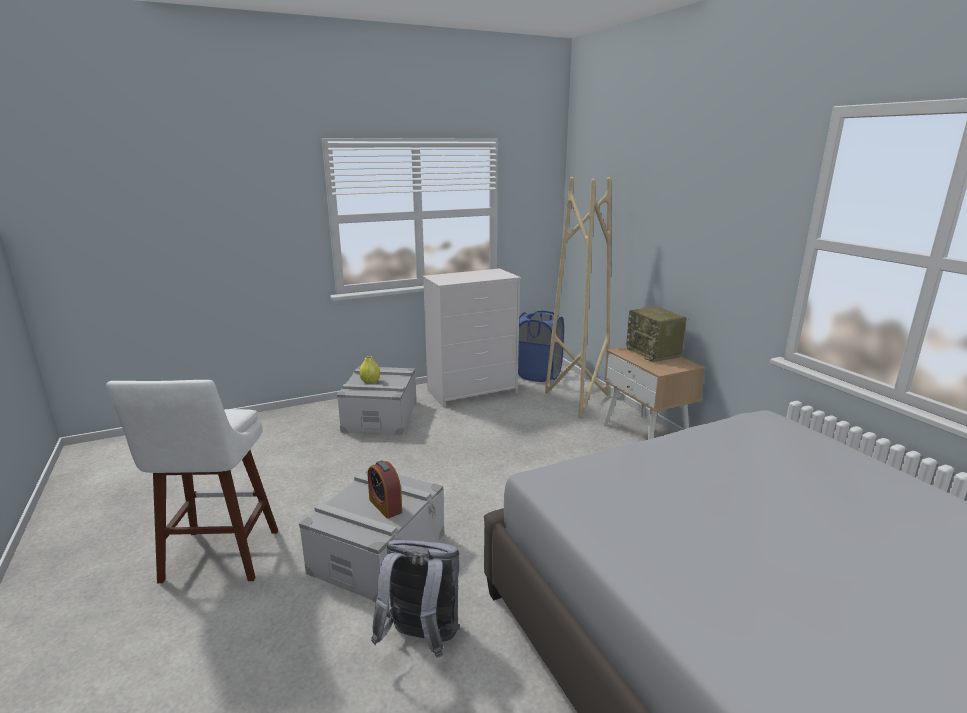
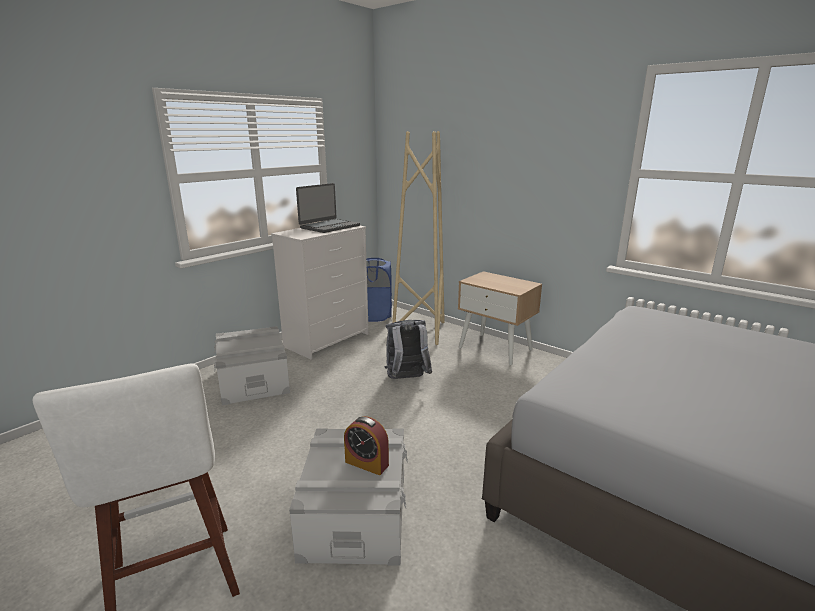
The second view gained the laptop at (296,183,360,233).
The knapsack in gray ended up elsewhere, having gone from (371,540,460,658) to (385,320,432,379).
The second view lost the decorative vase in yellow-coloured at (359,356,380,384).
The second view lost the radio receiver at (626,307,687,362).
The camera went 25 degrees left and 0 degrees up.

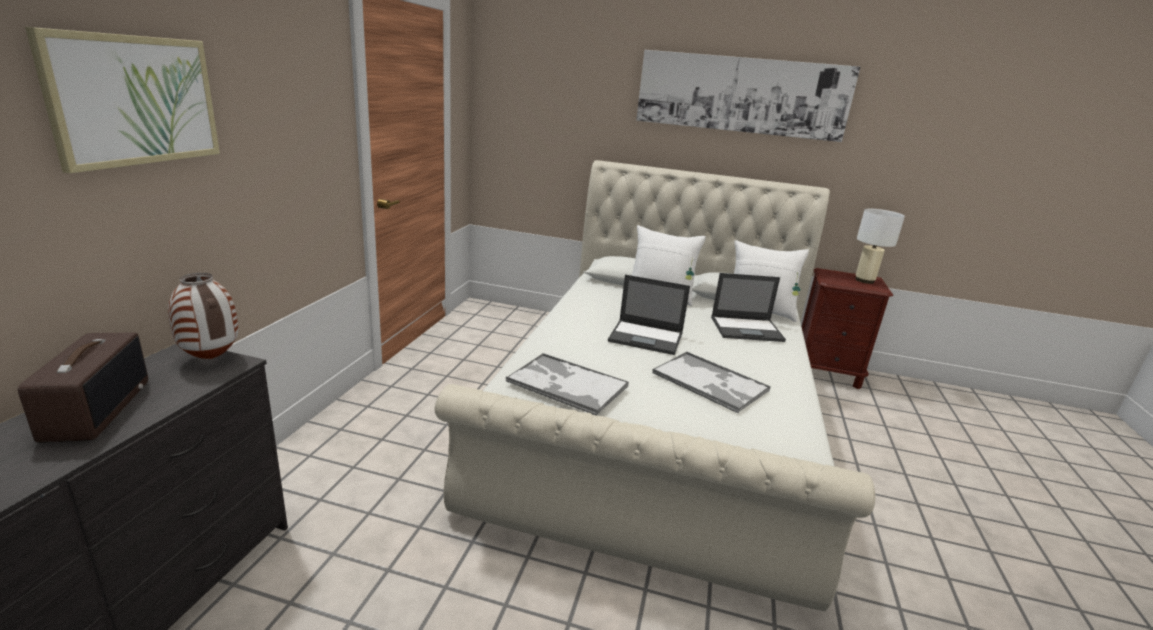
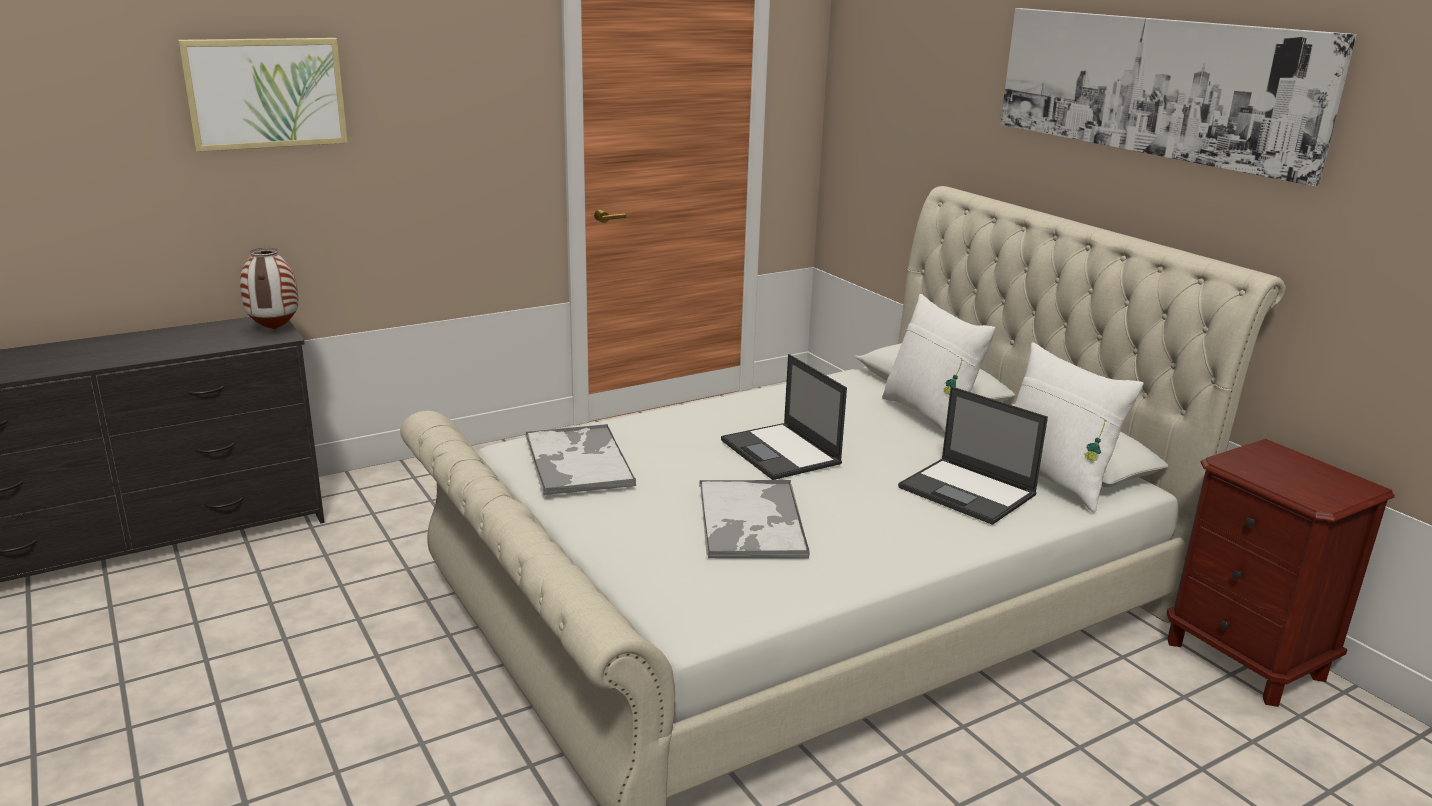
The second view lost the radio receiver at (18,333,148,443).
The second view lost the lamp for a table in white-coloured at (855,209,905,284).
The camera went 45 degrees right and 0 degrees up.

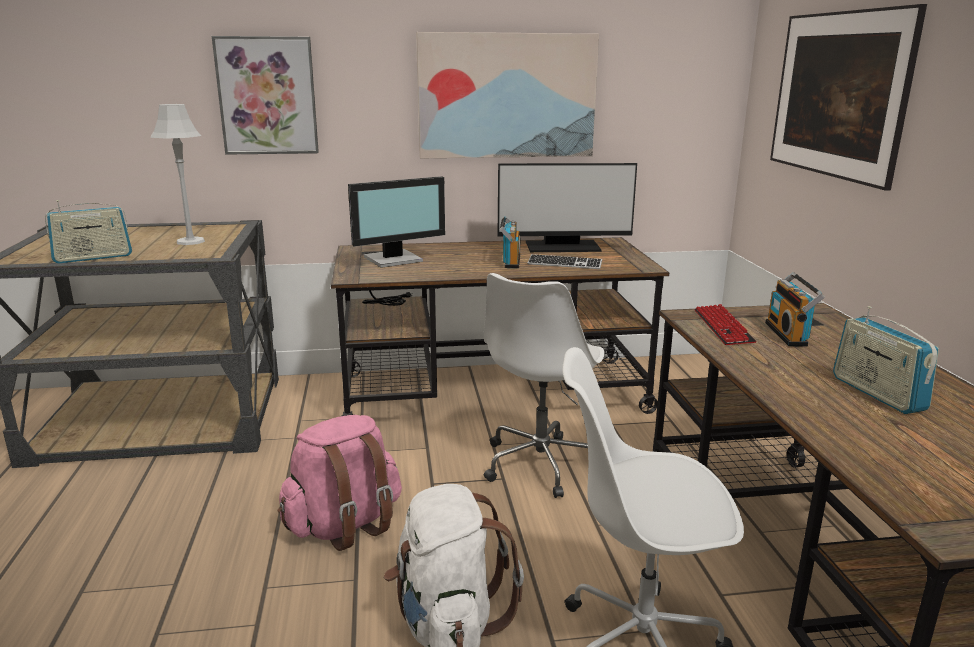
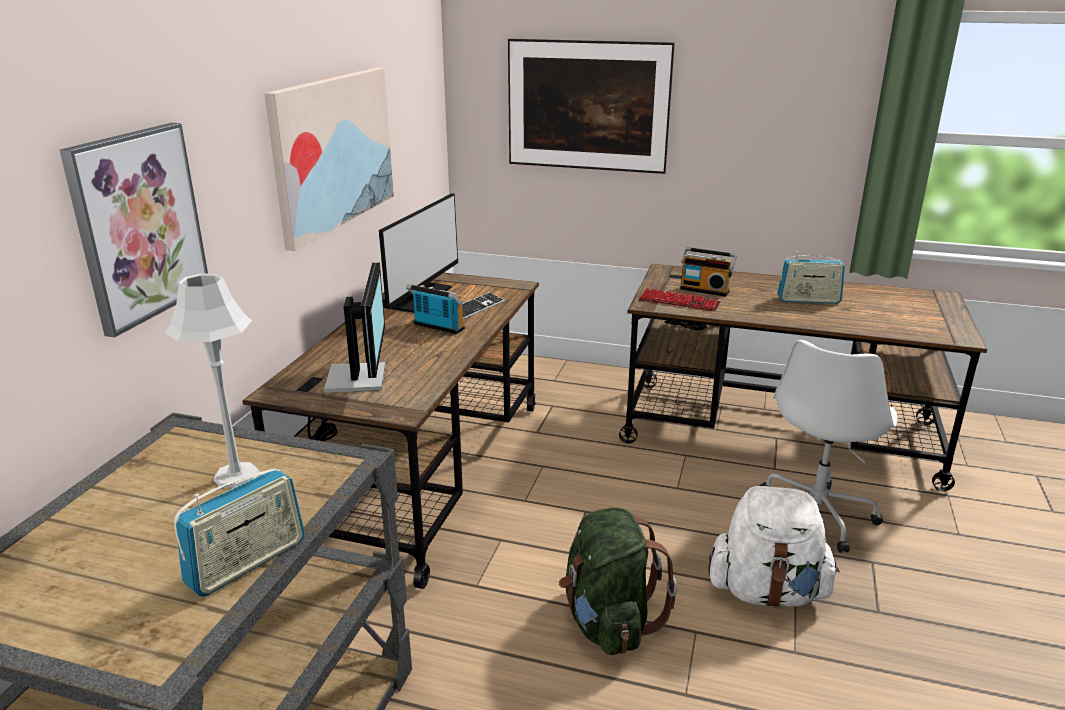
The radio receiver at (45,200,132,263) ended up facing another way, 45 degrees clockwise from before.
What was the knapsack in pink-coloured at (278,415,402,551) turned into the knapsack in green-coloured at (559,508,677,655).
The second view lost the desk chair in white-coloured at (484,273,605,498).
The camera went 65 degrees left and 5 degrees up.

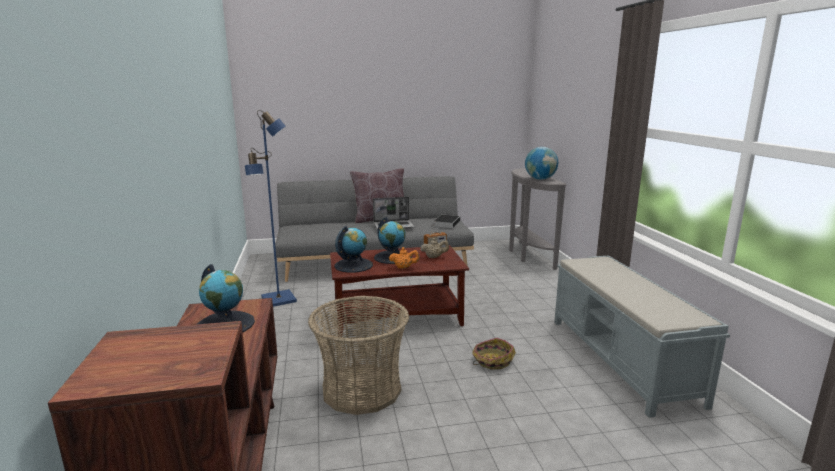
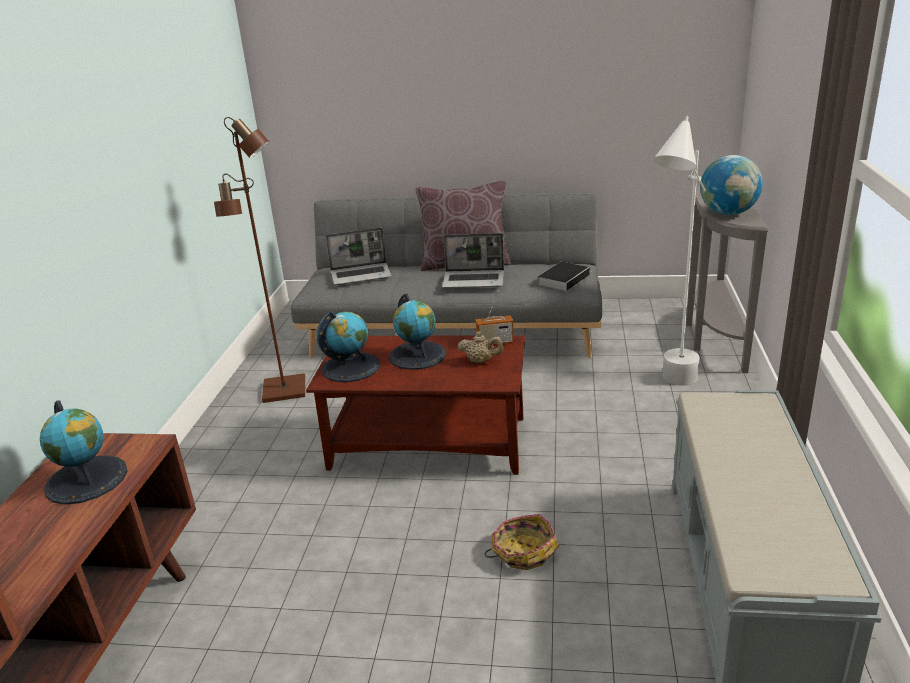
What was the standing lamp in blue at (245,110,297,307) turned into the standing lamp in brown at (214,117,305,403).
The second view gained the laptop at (326,227,392,285).
The second view gained the standing lamp in white-coloured at (654,116,706,386).
The second view lost the household basket at (308,296,409,415).
The second view lost the pot for tea in orange-coloured at (389,247,420,269).
The camera went 20 degrees right and 10 degrees up.

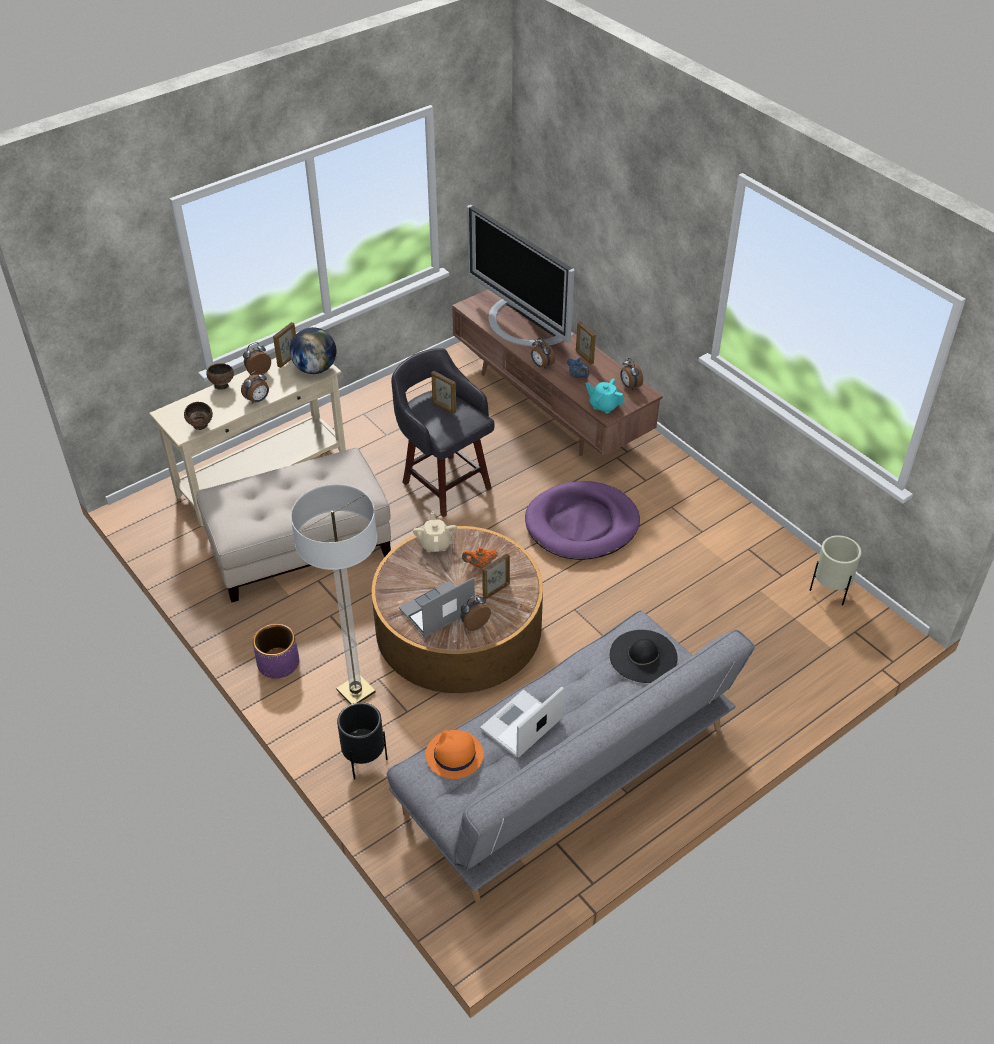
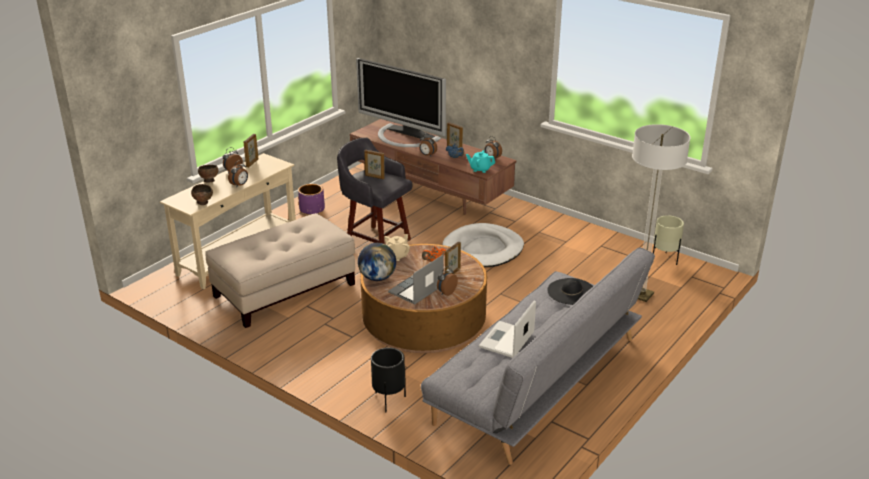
The planter in purple ended up elsewhere, having gone from (253,624,299,679) to (298,184,325,214).
The world globe ended up elsewhere, having gone from (290,327,336,374) to (358,243,396,281).
The pot for tea in beige-coloured at (413,511,457,552) ended up facing another way, 60 degrees clockwise from before.
What was the dog cushion in purple at (525,481,640,560) turned into the dog cushion in white-coloured at (443,223,524,267).
The standing lamp ended up elsewhere, having gone from (290,484,377,704) to (632,124,691,302).
The second view lost the hat in orange-coloured at (426,730,484,779).
The camera went 15 degrees left and 15 degrees down.

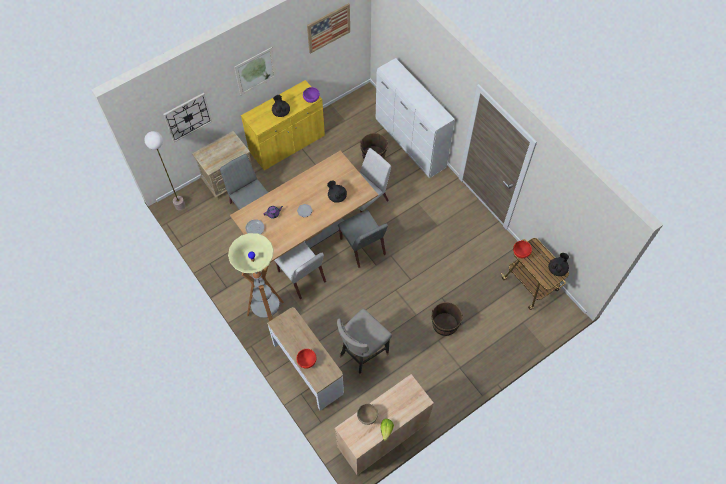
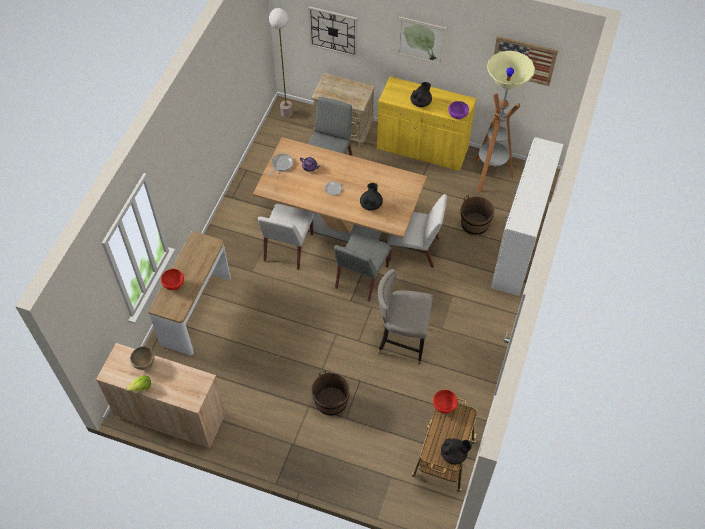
The stool in gray ended up elsewhere, having gone from (337,308,392,376) to (378,269,433,365).
The standing lamp ended up elsewhere, having gone from (228,233,284,321) to (476,51,535,192).
The camera went 55 degrees right and 5 degrees down.

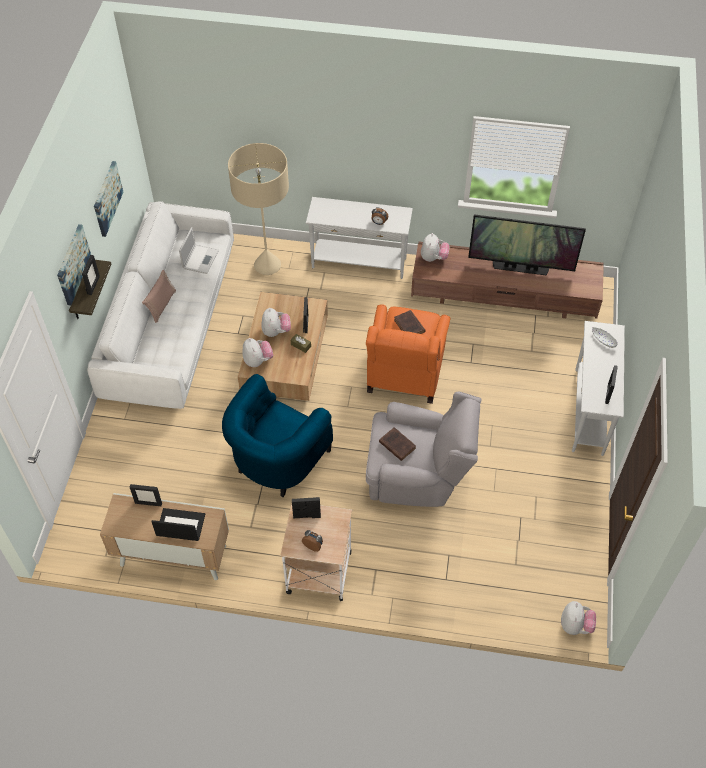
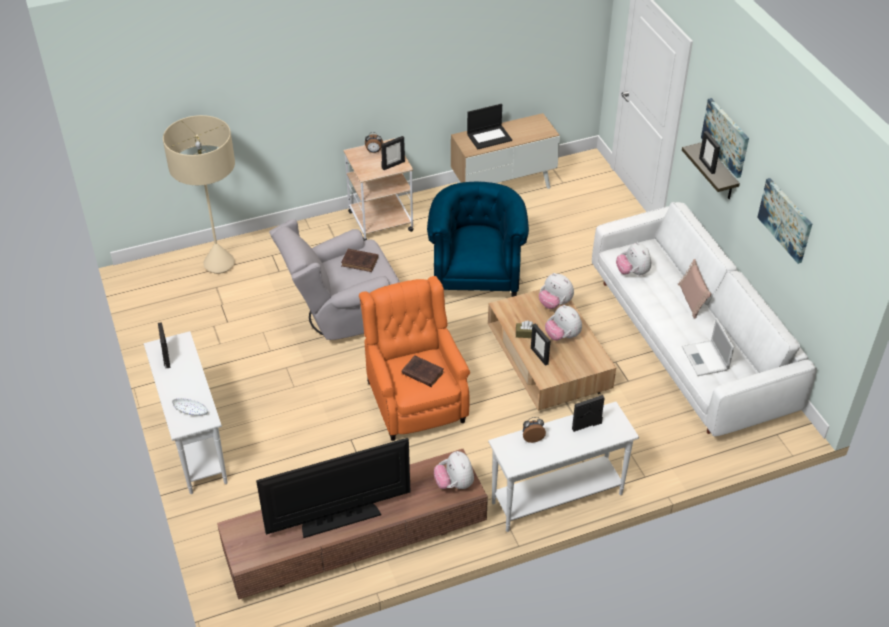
The standing lamp in beige-coloured ended up elsewhere, having gone from (228,143,289,275) to (163,115,235,274).
The picture frame ended up elsewhere, having gone from (130,484,162,506) to (572,395,605,432).
The soft toy ended up elsewhere, having gone from (561,601,596,635) to (616,242,651,276).
The camera went 150 degrees right and 10 degrees down.

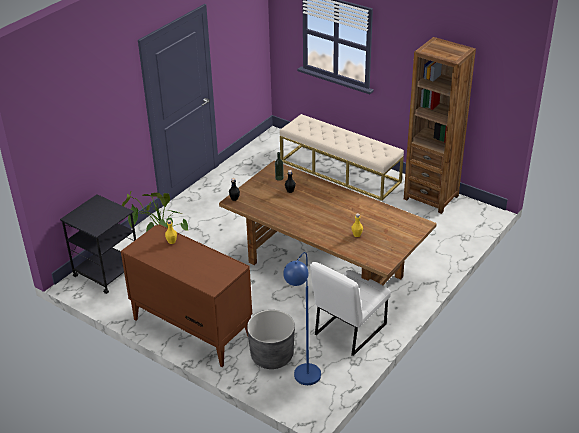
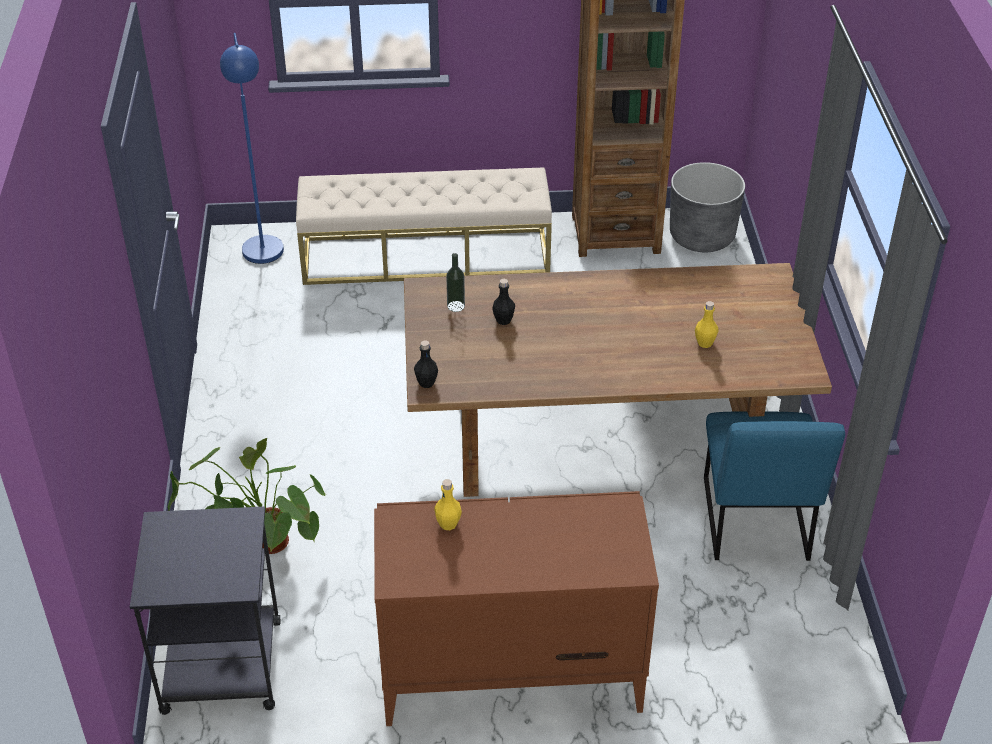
The standing lamp in blue ended up elsewhere, having gone from (283,252,321,385) to (220,33,284,264).
The planter in gray ended up elsewhere, having gone from (247,310,295,369) to (670,162,745,252).
What was the chair in white-coloured at (310,262,391,356) turned into the chair in blue at (704,411,845,561).
The camera went 40 degrees left and 5 degrees up.

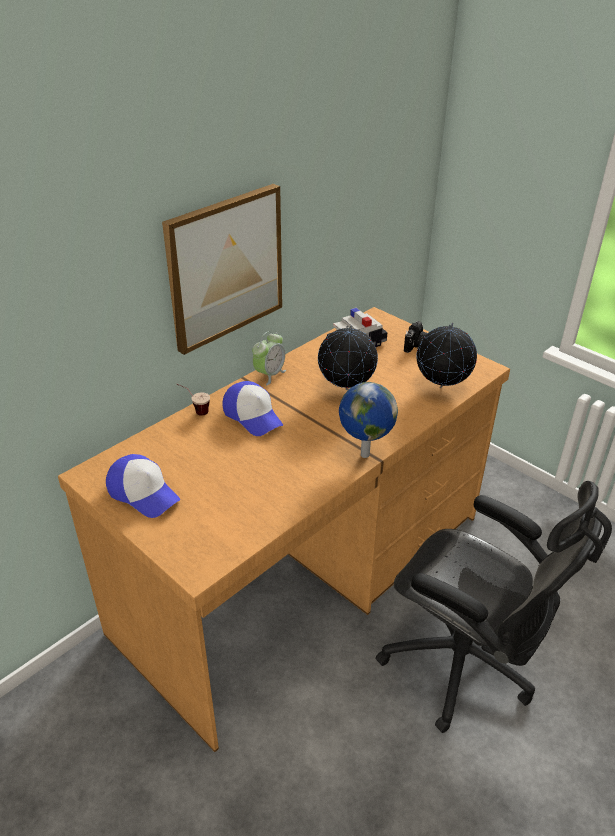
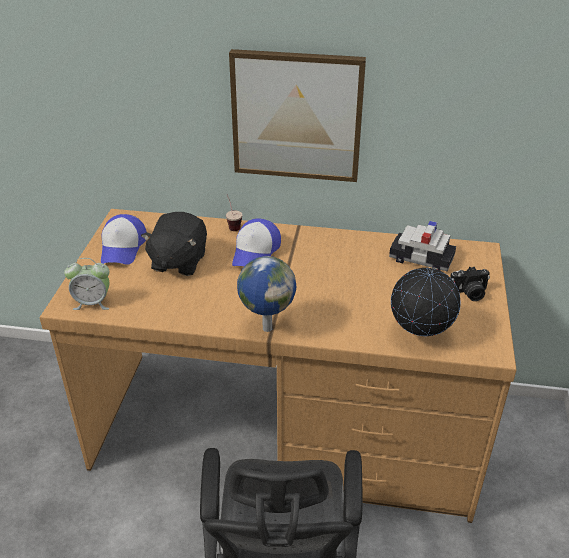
The bedside clock ended up elsewhere, having gone from (252,331,286,385) to (64,258,110,310).
The second view gained the soft toy in blackish at (141,212,207,276).
The second view lost the world globe at (318,325,378,390).
The camera went 55 degrees right and 0 degrees up.

